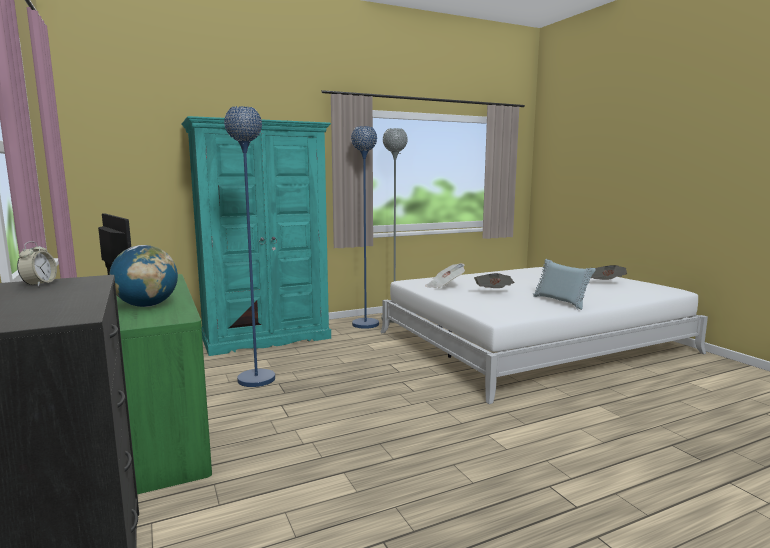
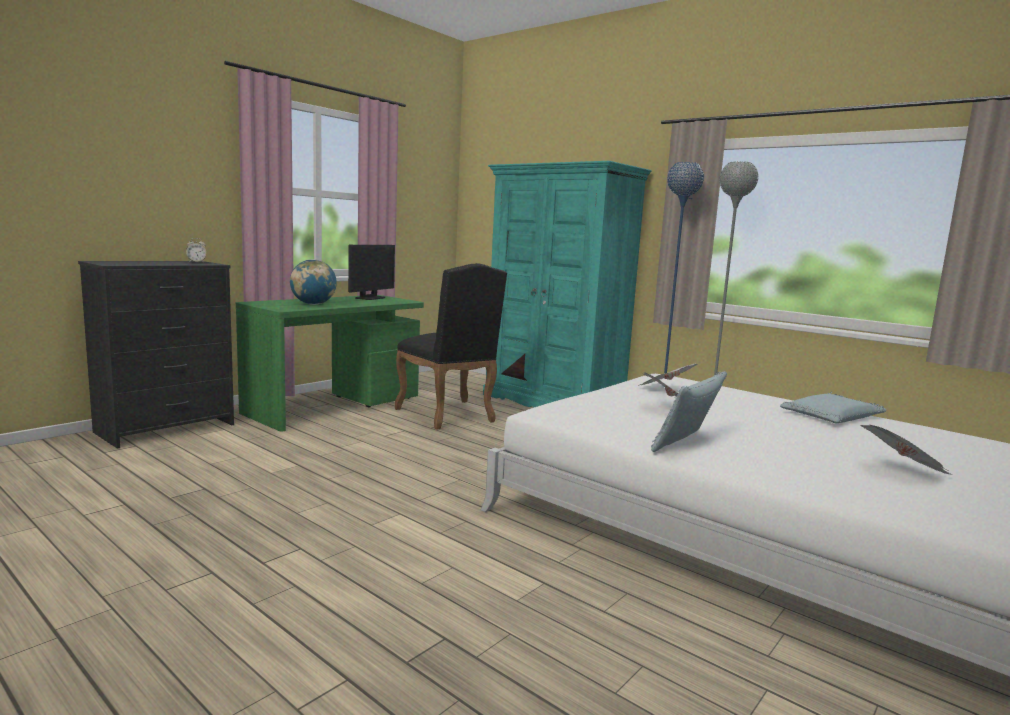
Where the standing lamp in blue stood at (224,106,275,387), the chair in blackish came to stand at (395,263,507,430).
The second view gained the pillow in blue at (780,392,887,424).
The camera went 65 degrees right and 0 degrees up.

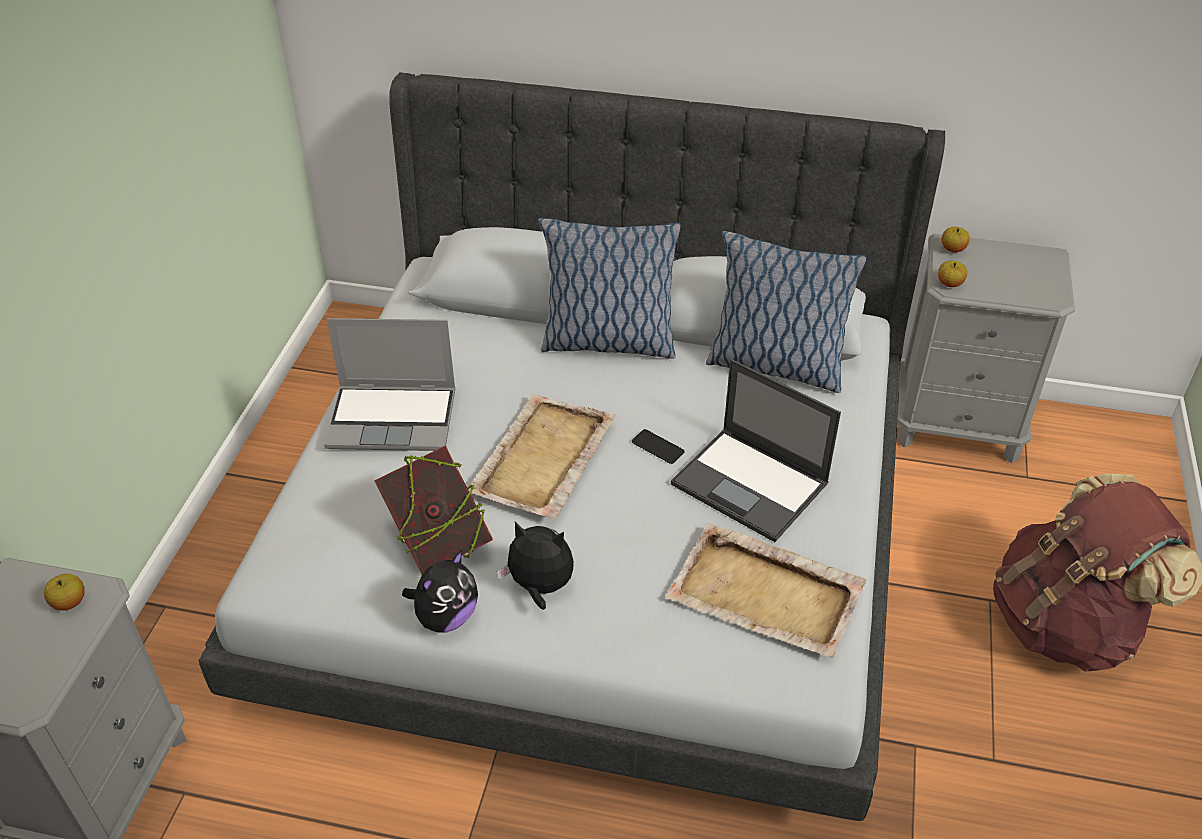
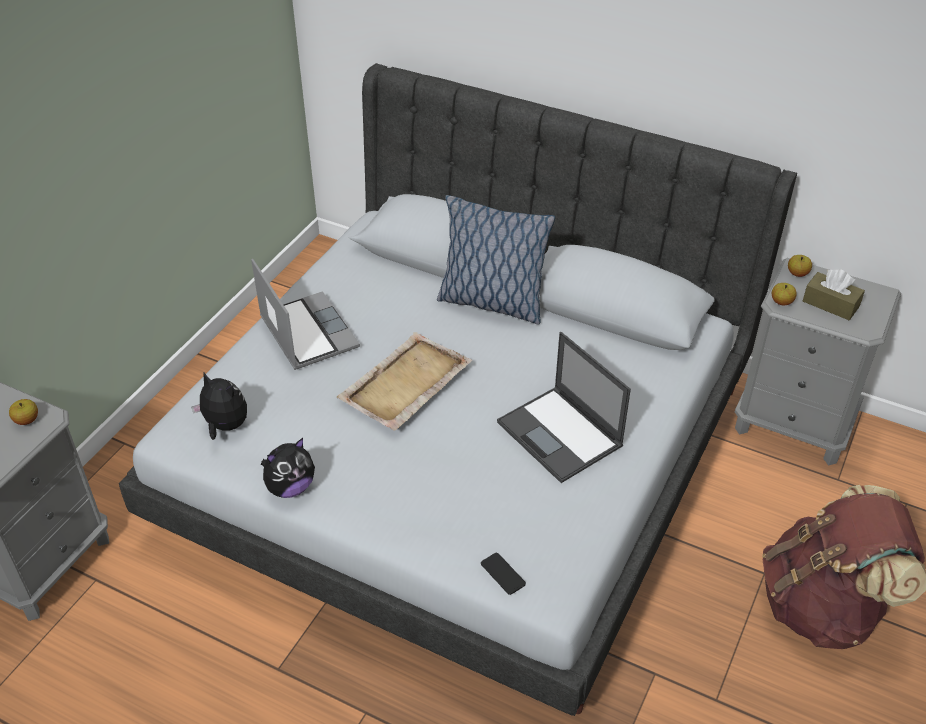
The soft toy ended up elsewhere, having gone from (497,522,574,610) to (191,372,247,440).
The laptop at (324,318,456,451) ended up facing another way, 135 degrees counterclockwise from before.
The phone ended up elsewhere, having gone from (632,429,685,464) to (481,553,526,595).
The second view gained the tissue holder in brown at (803,269,865,320).
The second view lost the bound book at (375,445,493,574).
The second view lost the carrying tray in beige-coloured at (665,523,866,658).
The second view lost the pillow at (706,231,867,393).
The camera went 15 degrees right and 0 degrees up.

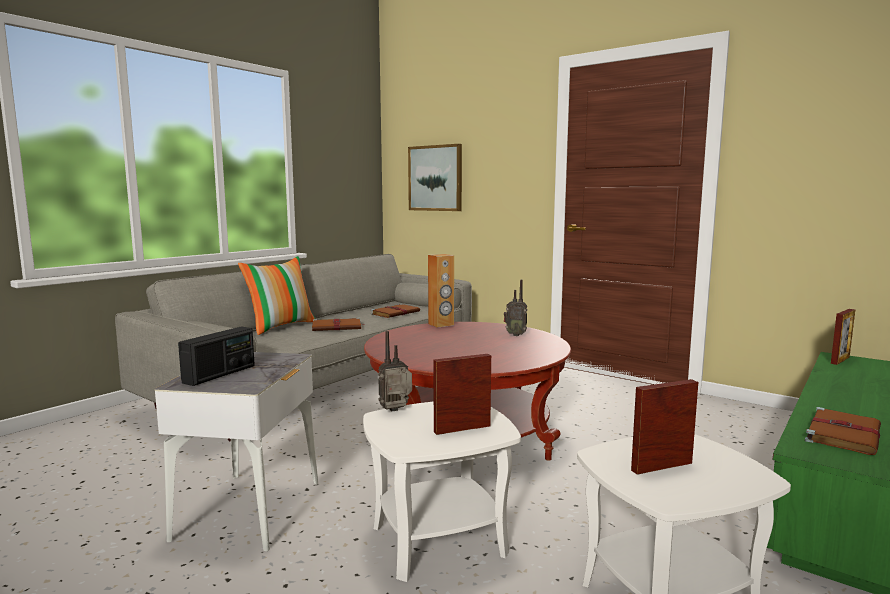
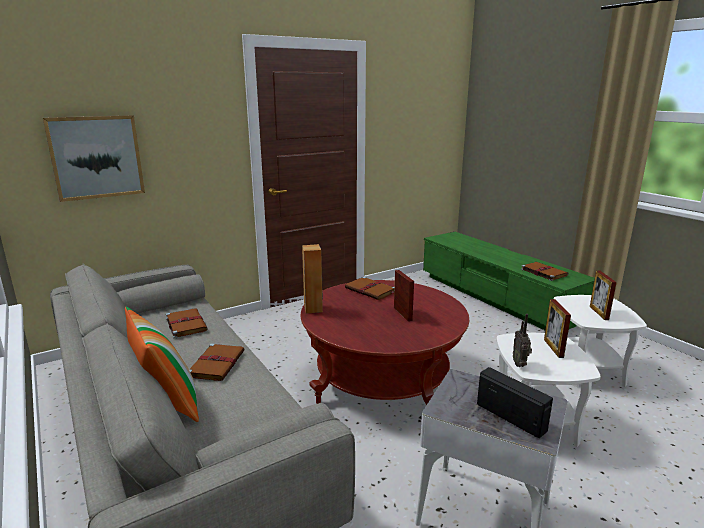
Where the radio receiver stood at (504,280,528,336), the bound book in brown came to stand at (345,277,394,300).
The picture frame ended up elsewhere, having gone from (831,309,855,365) to (394,270,414,321).
The camera went 70 degrees left and 10 degrees up.

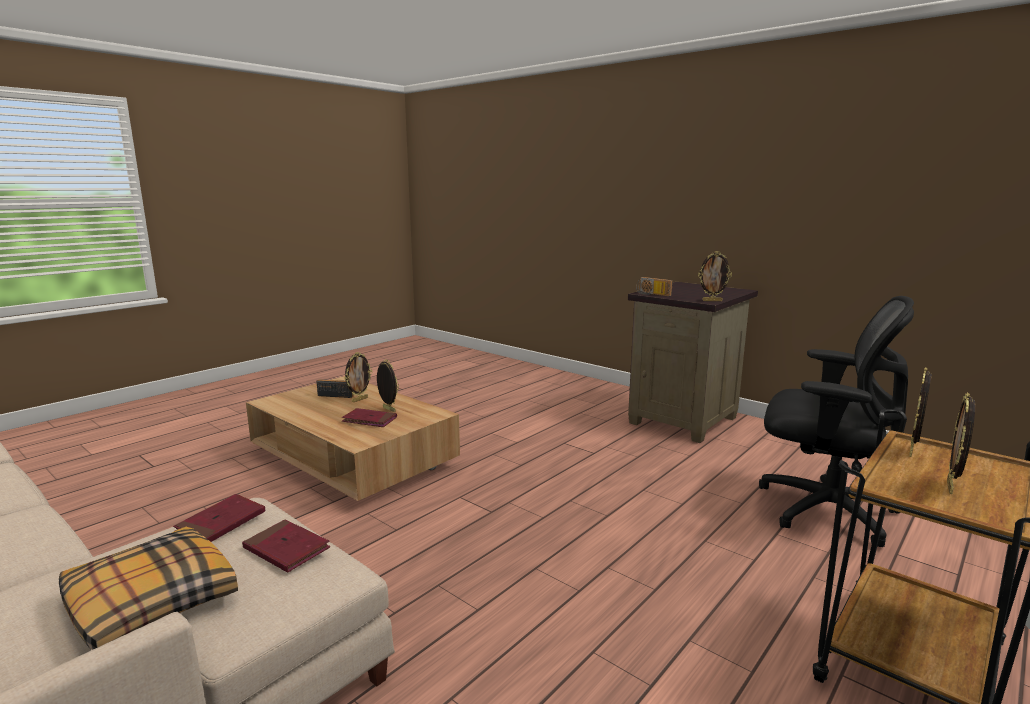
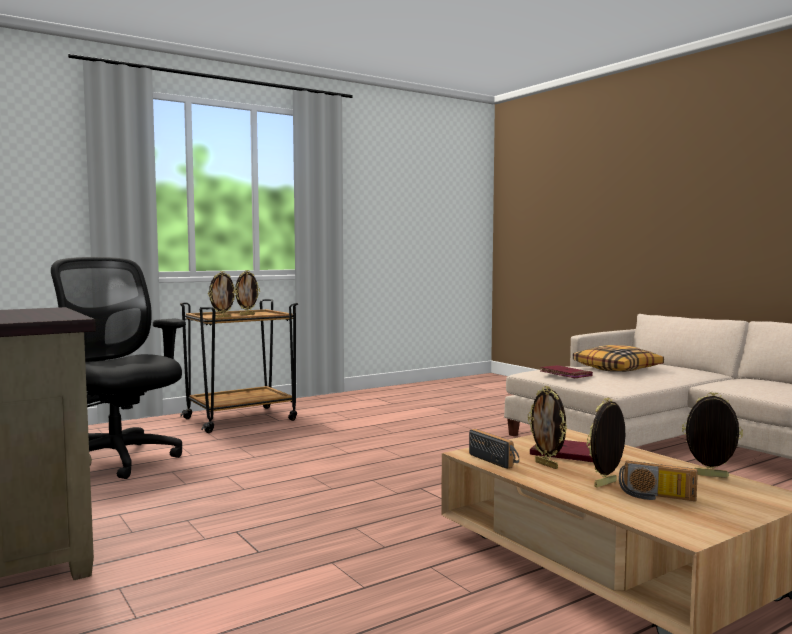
The radio receiver ended up elsewhere, having gone from (636,277,673,296) to (469,429,519,469).
The picture frame ended up elsewhere, having gone from (698,251,732,301) to (682,392,743,478).
The second view lost the bound book in reddish at (173,494,265,542).
The camera went 165 degrees left and 10 degrees down.

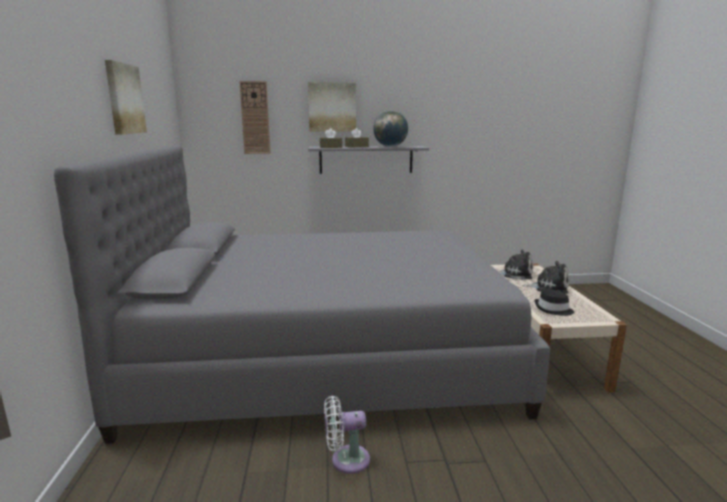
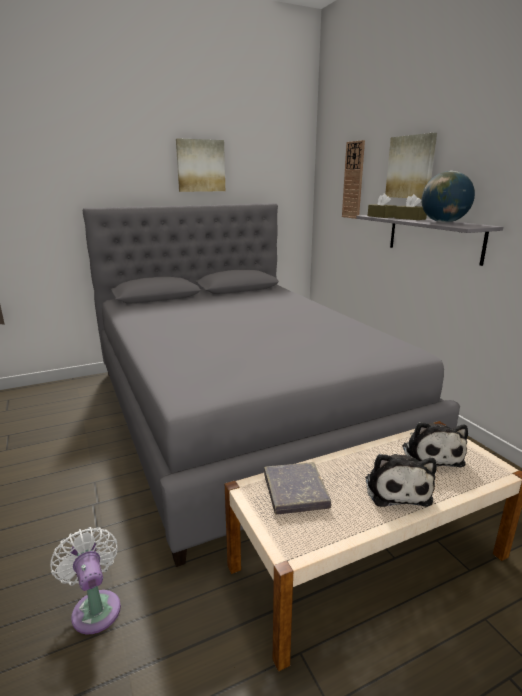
The electric fan in white-coloured ended up elsewhere, having gone from (324,396,370,474) to (50,527,121,634).
Where the hat in blackish stood at (535,288,574,316), the bound book in gray came to stand at (264,462,331,514).
The camera went 70 degrees right and 5 degrees up.

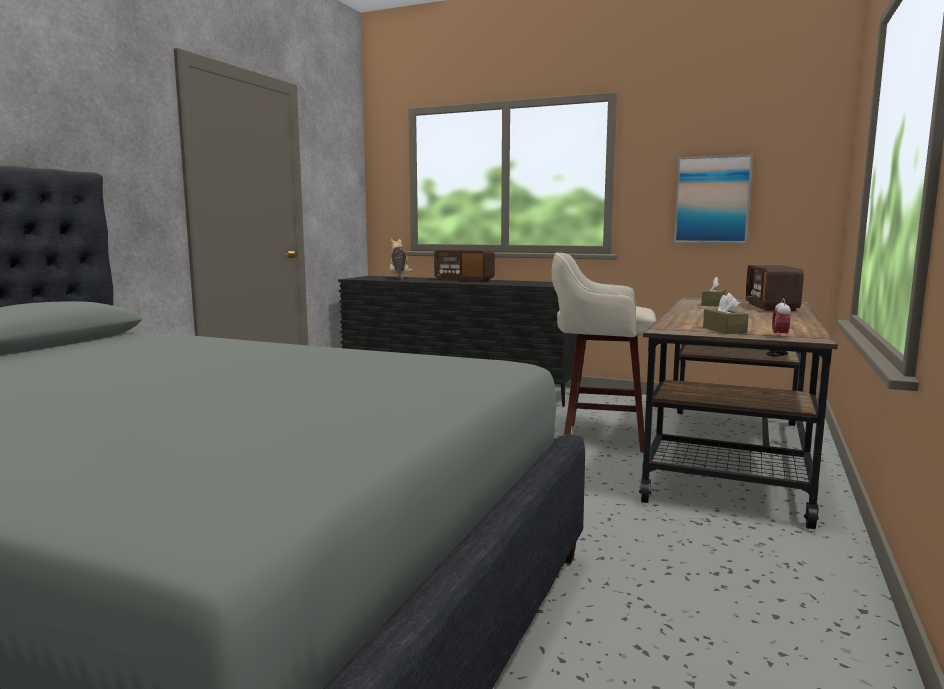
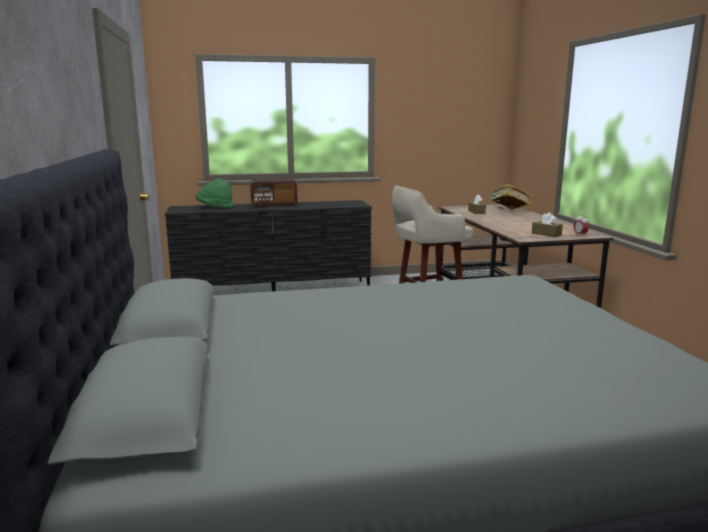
Where the soft toy stood at (390,239,413,281), the hat in green-coloured came to stand at (196,179,234,208).
Where the radio receiver stood at (745,265,804,311), the bound book came to stand at (490,184,532,209).
The second view lost the picture at (674,154,753,243).
The camera went 35 degrees left and 5 degrees up.

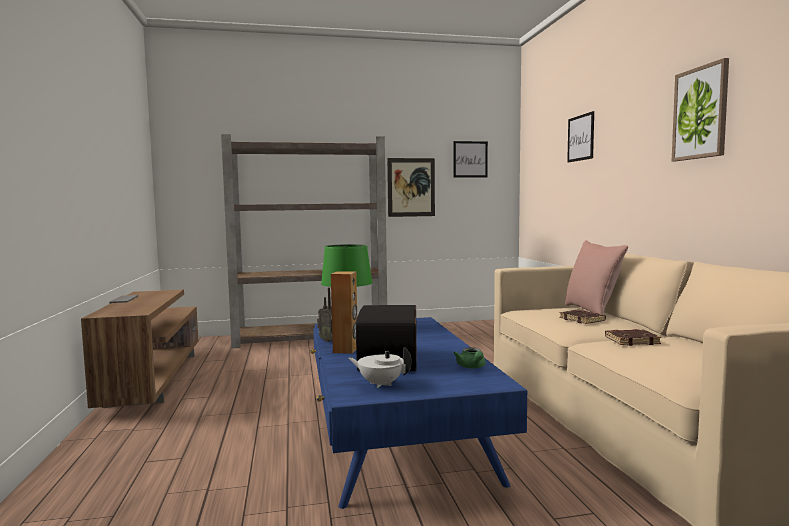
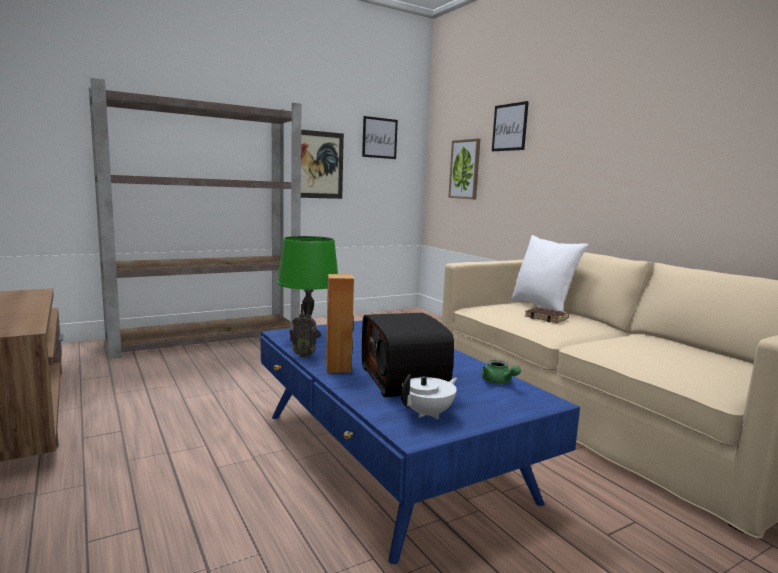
The pot for tea in white-coloured at (349,347,412,388) ended up facing another way, 135 degrees clockwise from before.
The picture ended up elsewhere, having gone from (672,58,729,161) to (448,139,480,199).
What was the pillow in pink-coloured at (565,240,628,315) turned into the pillow in white-coloured at (511,235,588,312).
The second view lost the bound book in brown at (605,329,661,346).
The camera went 20 degrees left and 5 degrees up.

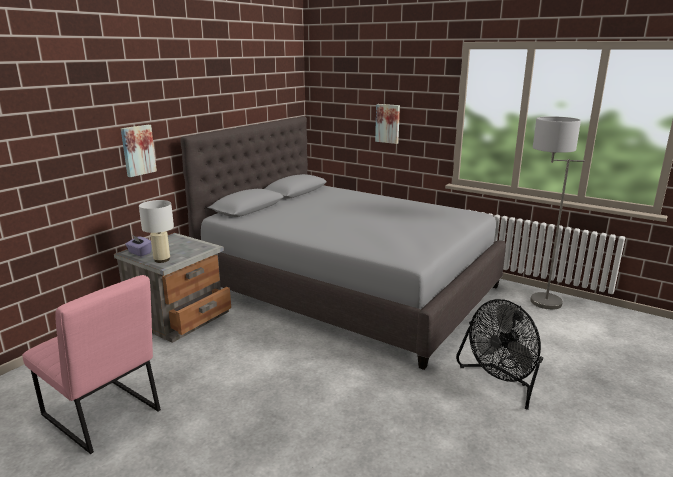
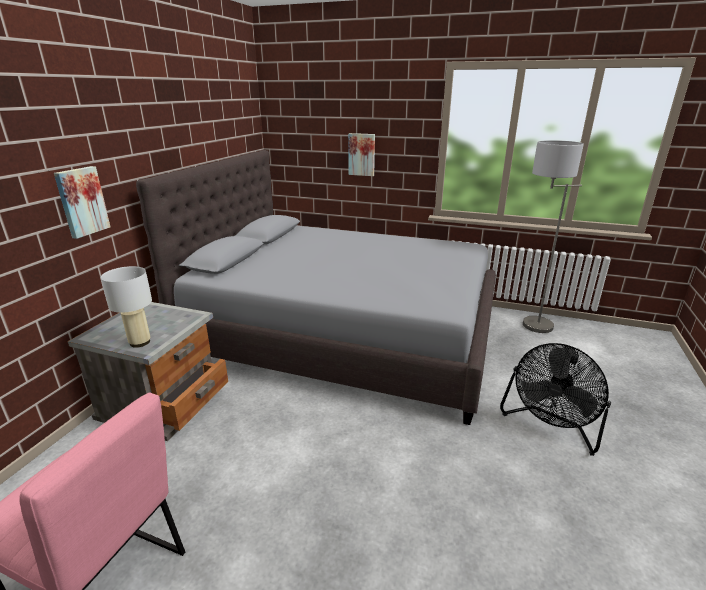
The second view lost the tissue holder in purple at (125,236,152,256).
The camera went 15 degrees left and 5 degrees up.

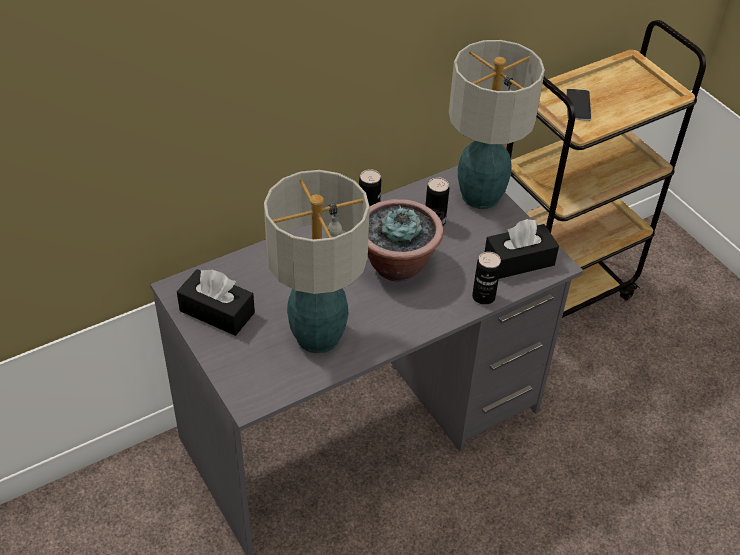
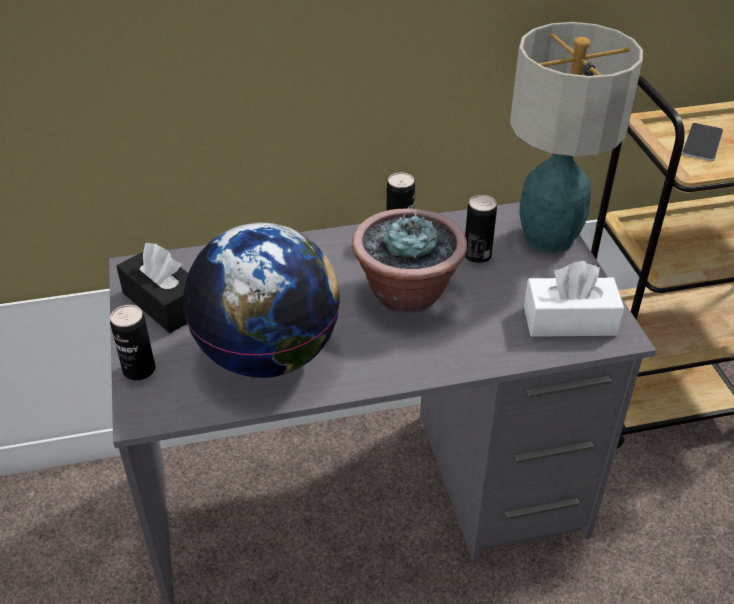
The can ended up elsewhere, having gone from (472,252,501,305) to (110,305,155,380).
Where the lamp for a table stood at (264,170,370,354), the world globe came to stand at (184,223,340,378).
What was the tissue holder in blackish at (485,219,559,279) turned into the tissue holder in white-coloured at (524,261,624,337).
The camera went 20 degrees right and 5 degrees down.

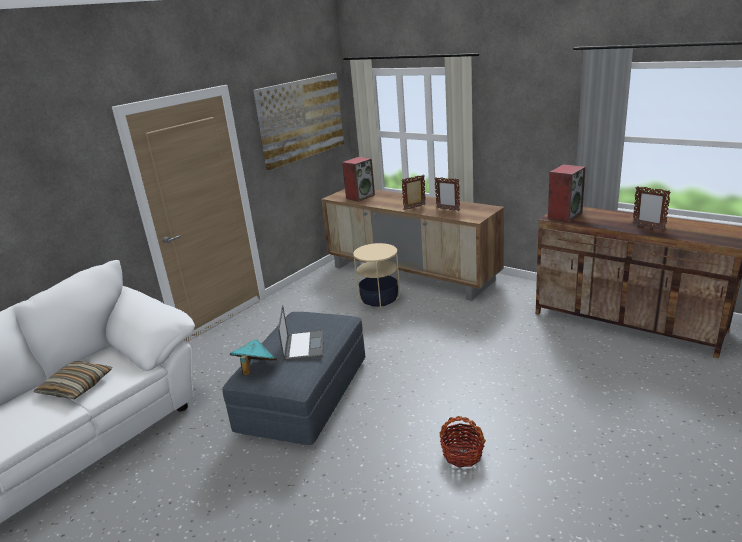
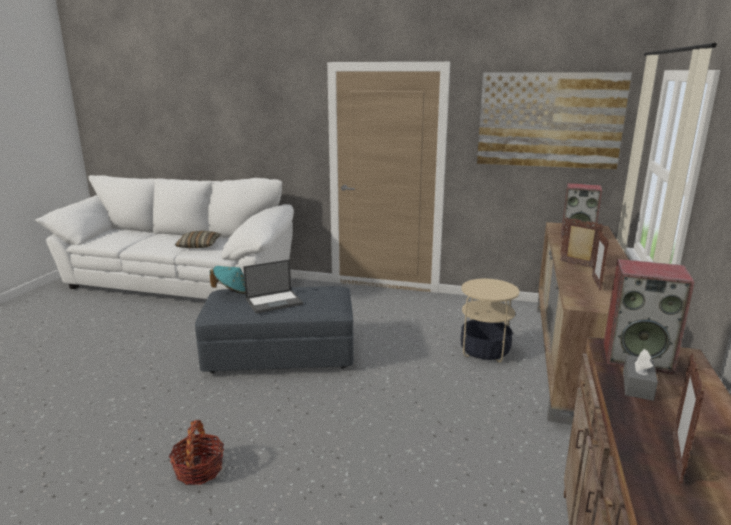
The second view gained the tissue holder in gray at (623,349,658,401).
The camera went 65 degrees right and 5 degrees down.

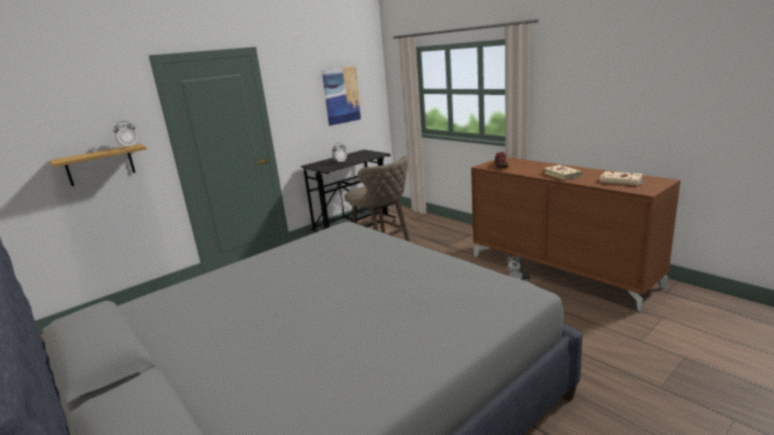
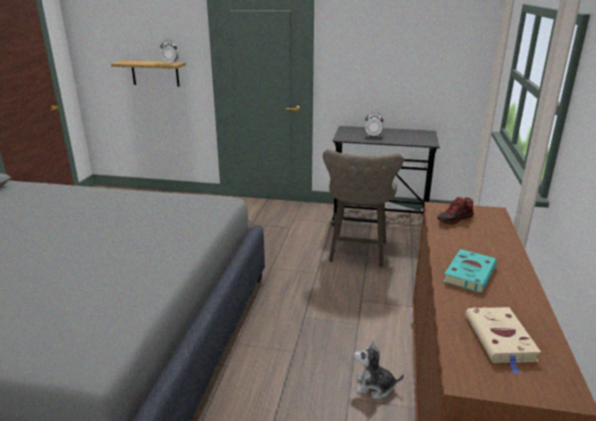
What was the bound book in beige-coloured at (544,165,583,180) turned into the bound book in turquoise at (443,249,497,293).
The second view lost the picture at (322,66,361,126).
The camera went 50 degrees right and 5 degrees up.

